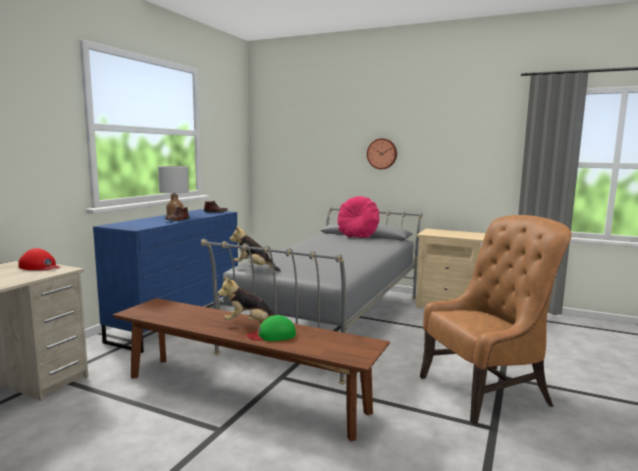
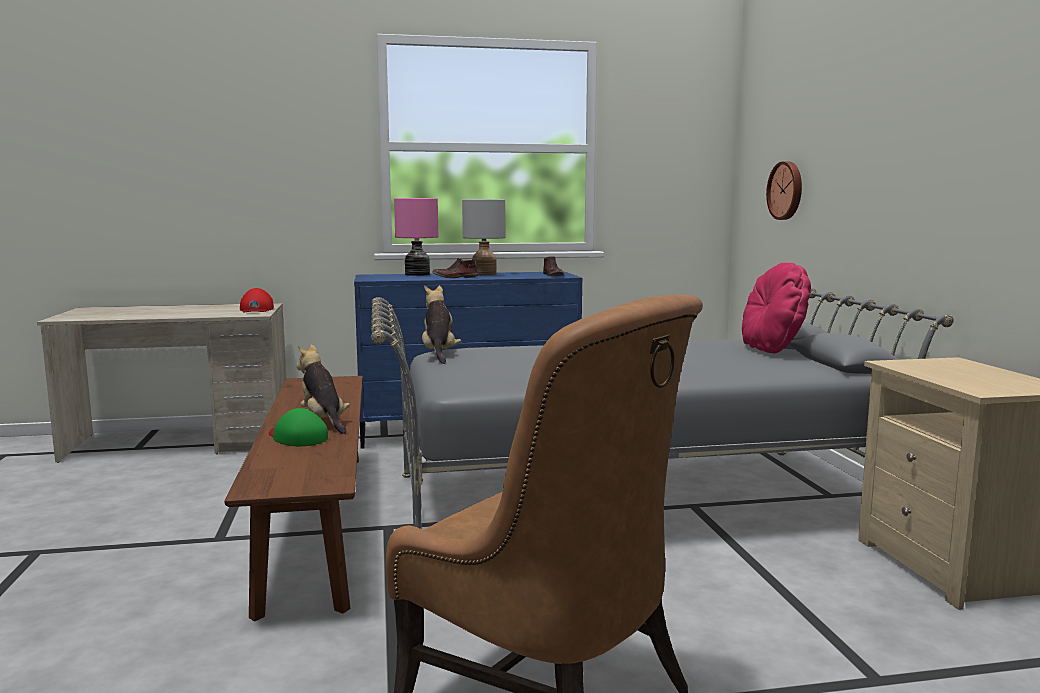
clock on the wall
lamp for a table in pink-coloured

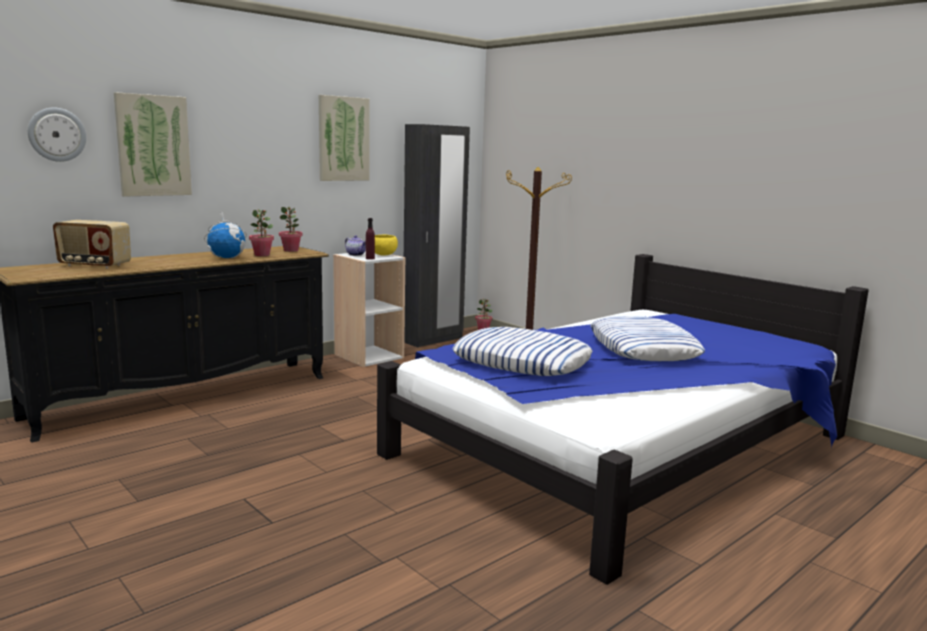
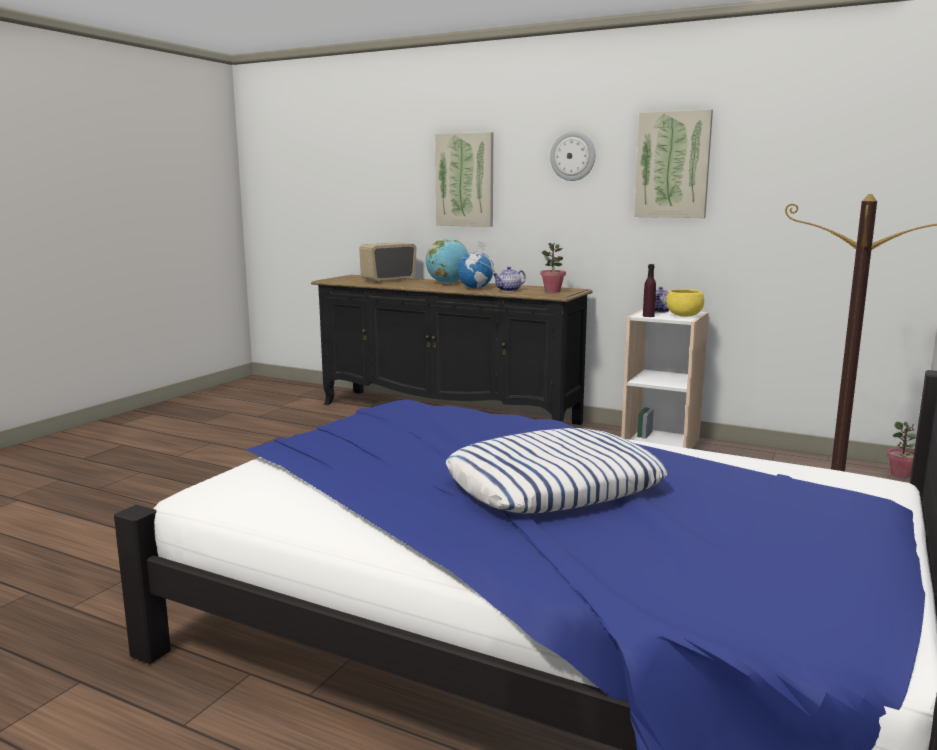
clock on the wall
armoire in blackish
tea pot (no. 1 from left)
radio
cushion (no. 1 from left in the first image)
desk globe (no. 1 from left)

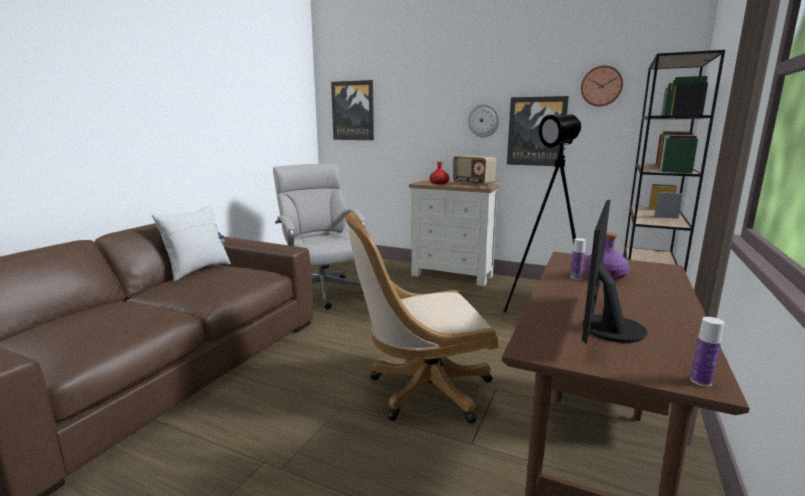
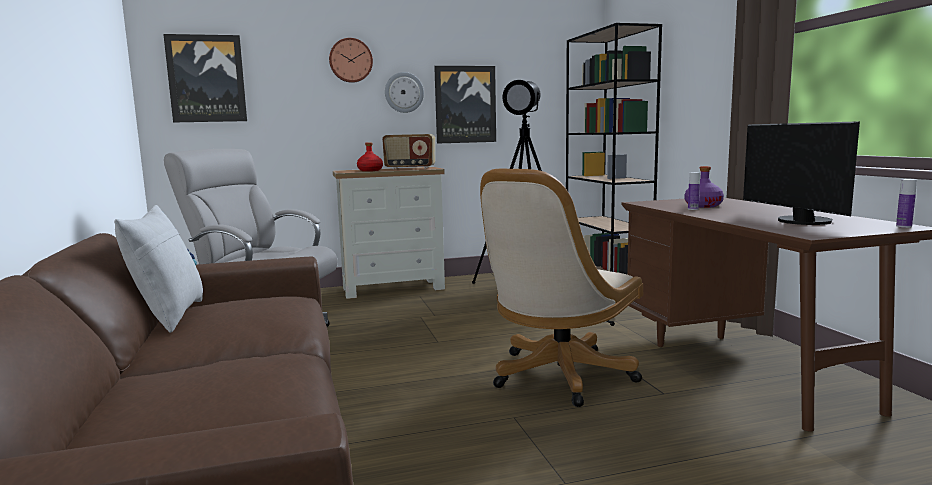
clock on the wall (no. 1 from left)

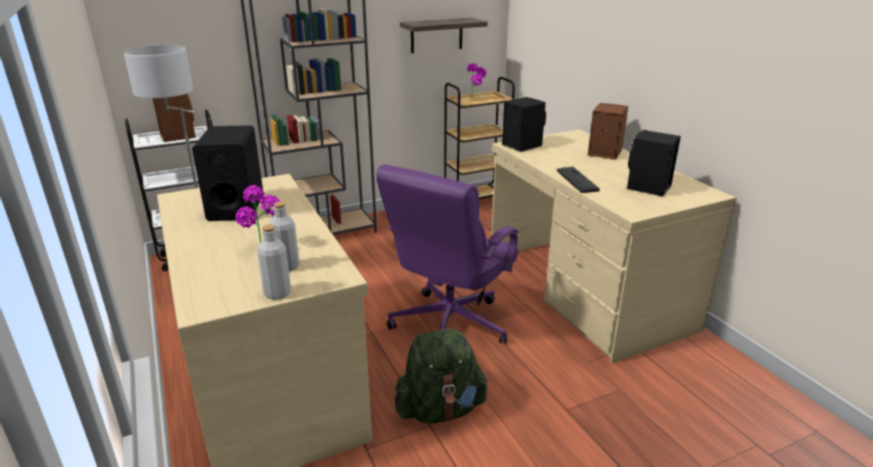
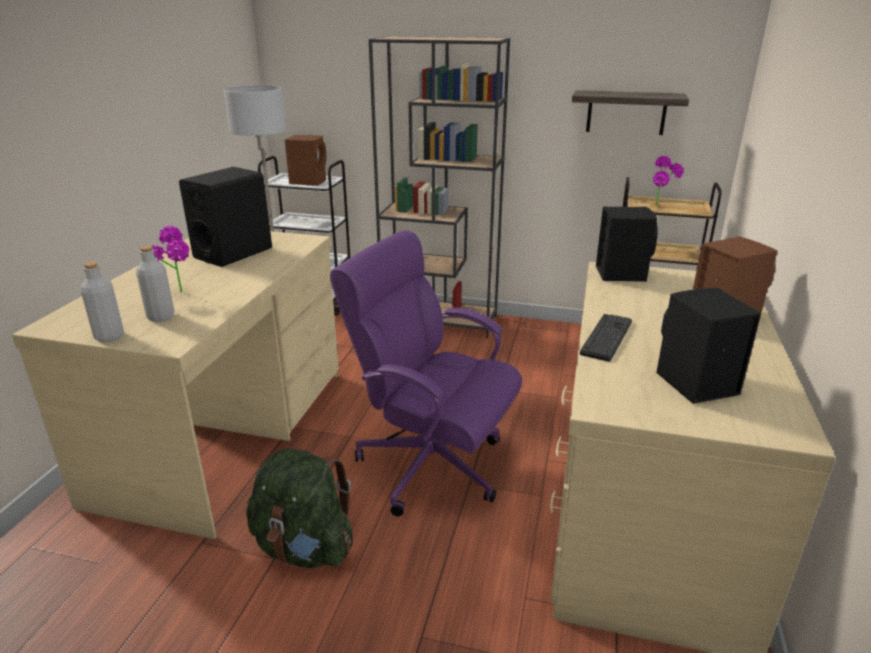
desk chair in purple-coloured

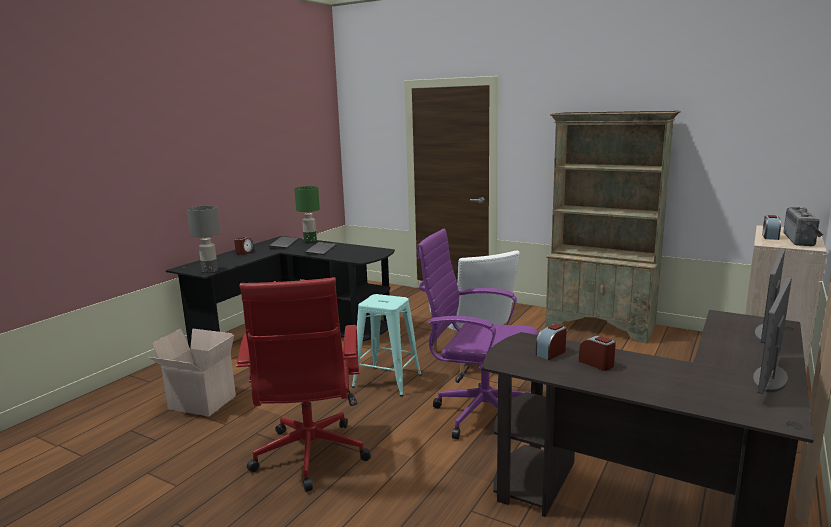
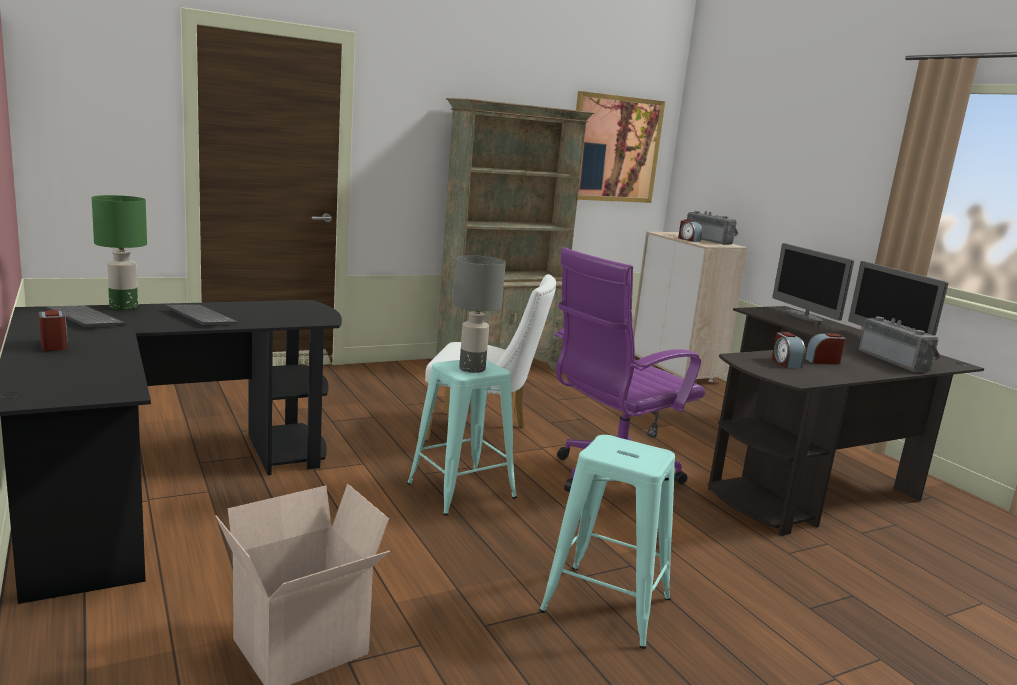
lamp for a table in grey
stool seat in turquoise-coloured (no. 2 from left)
picture
radio (no. 2 from left)

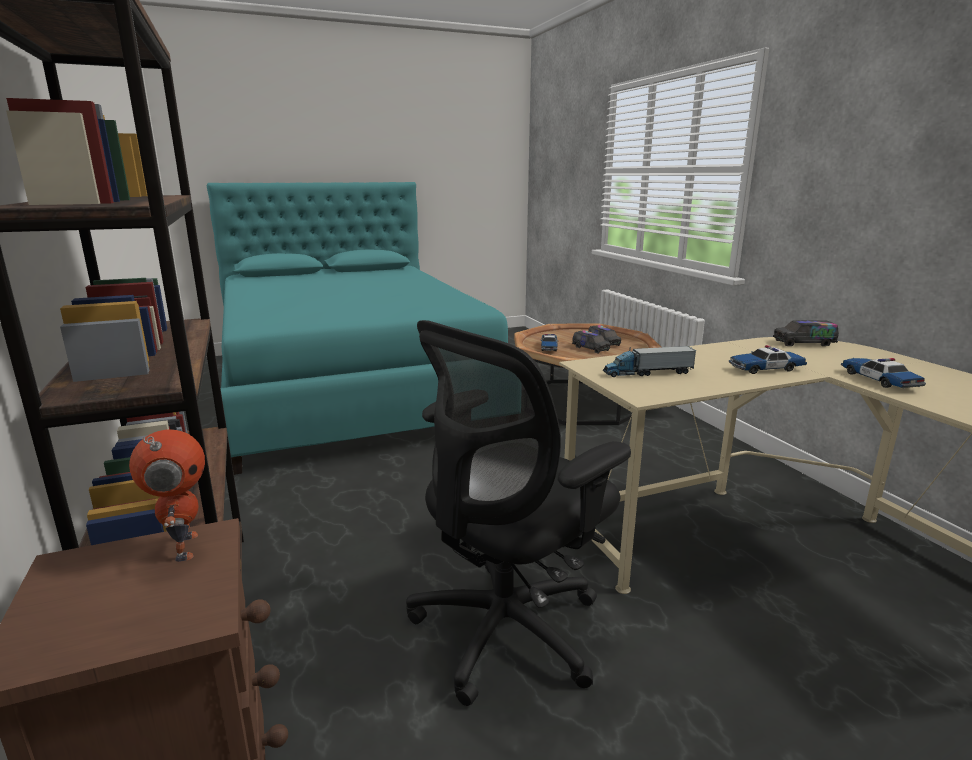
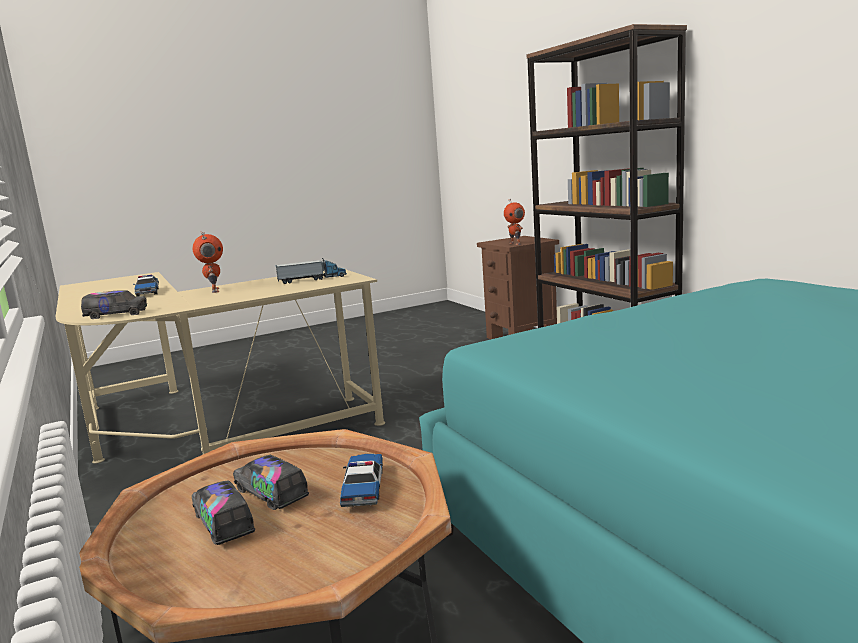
desk chair in blackish
toy robot (no. 1 from left)

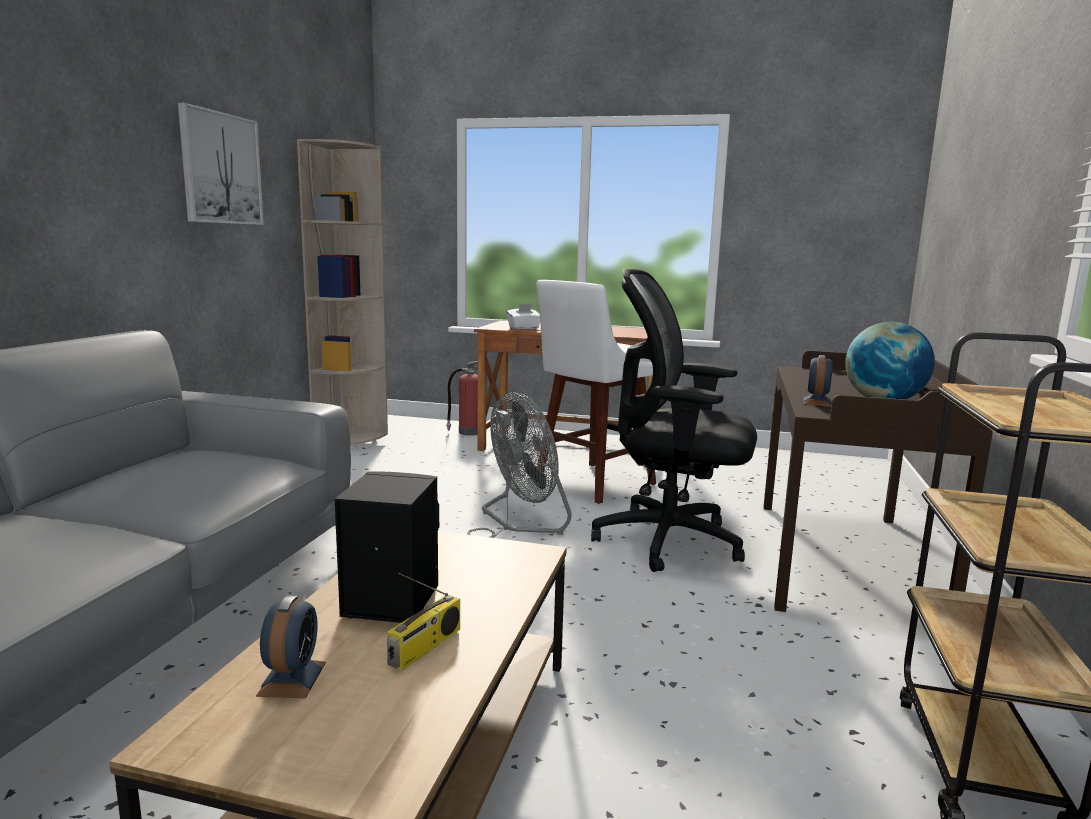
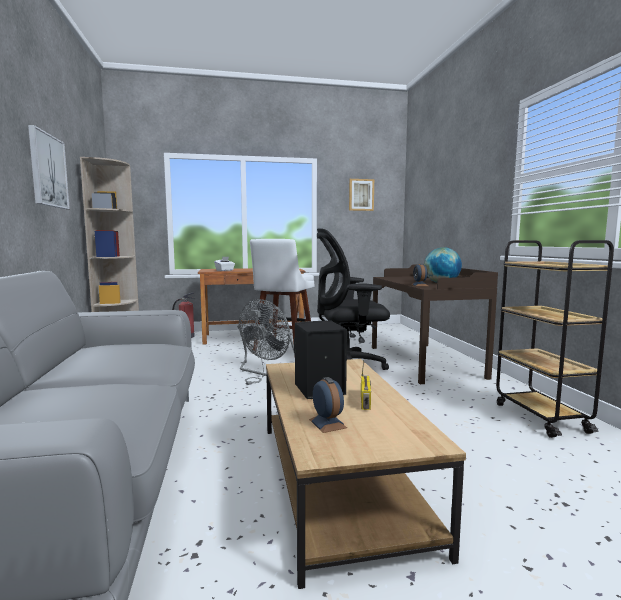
picture (no. 2 from left)

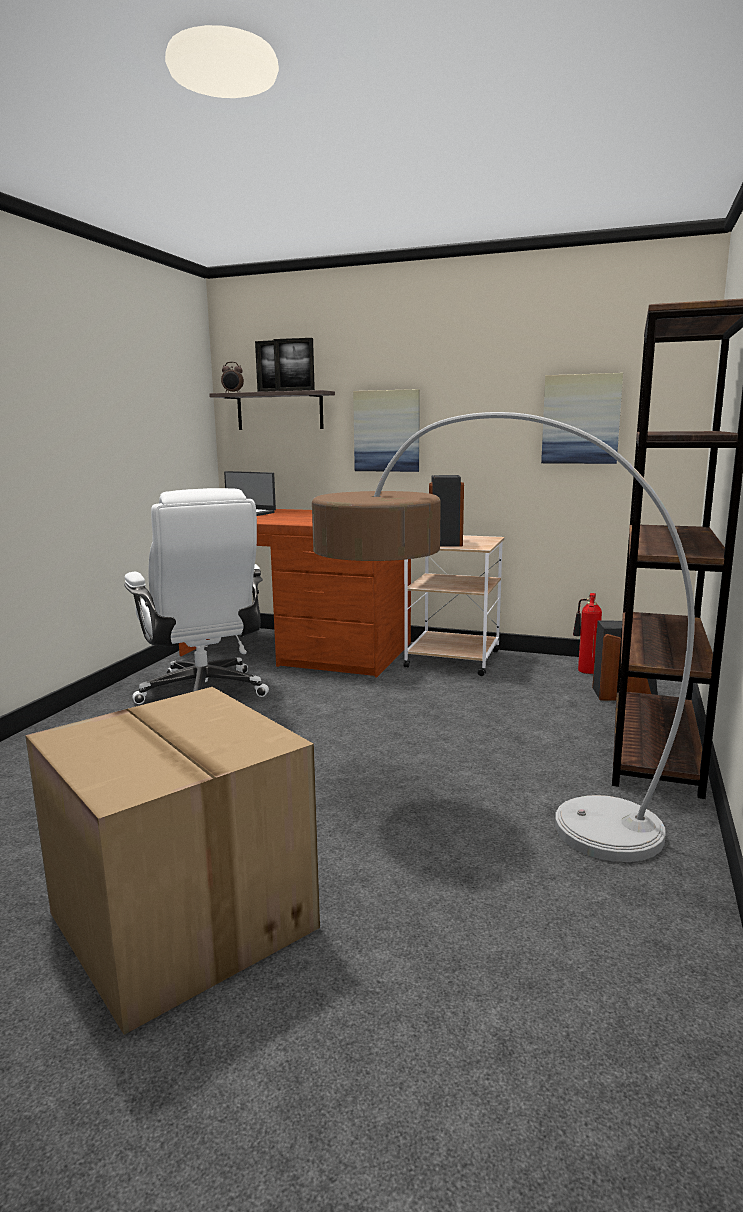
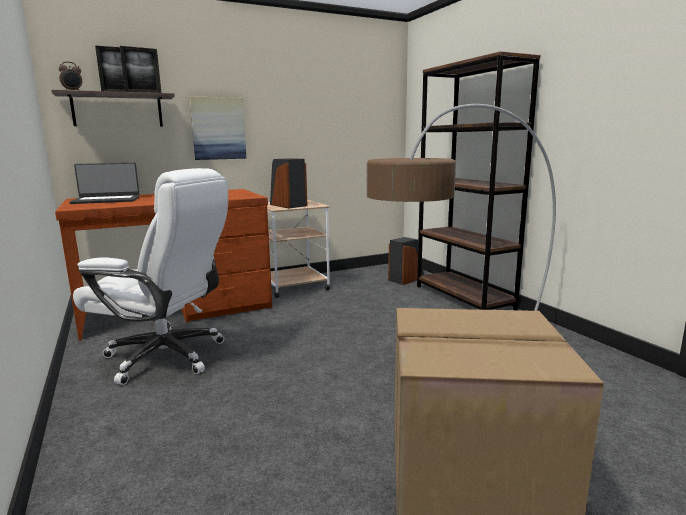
picture (no. 2 from left in the first image)
fire-fighting cylinder

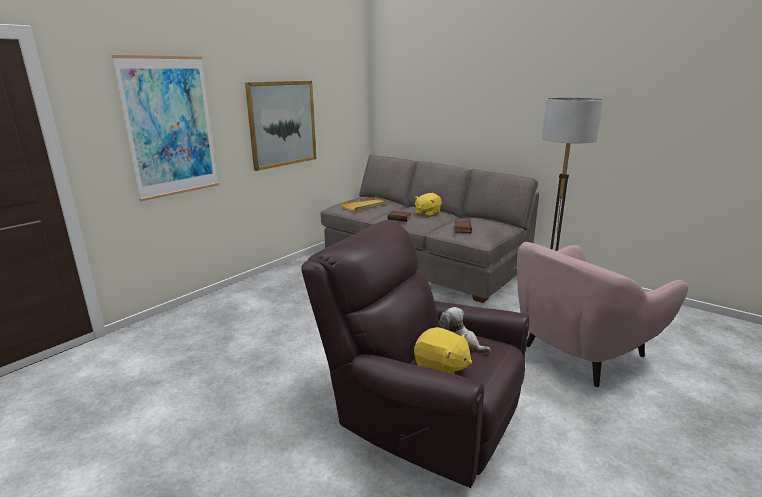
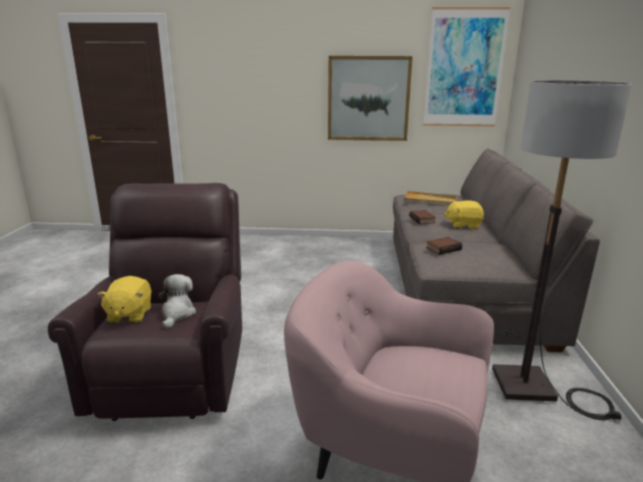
picture (no. 2 from left)

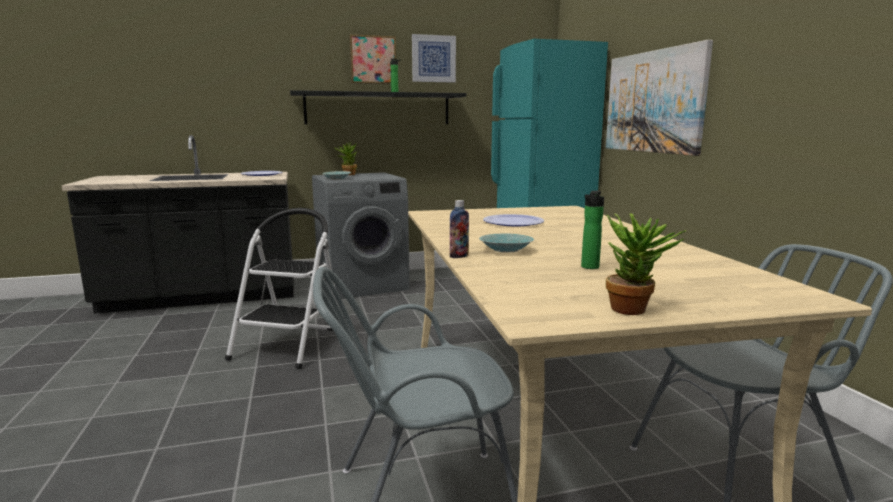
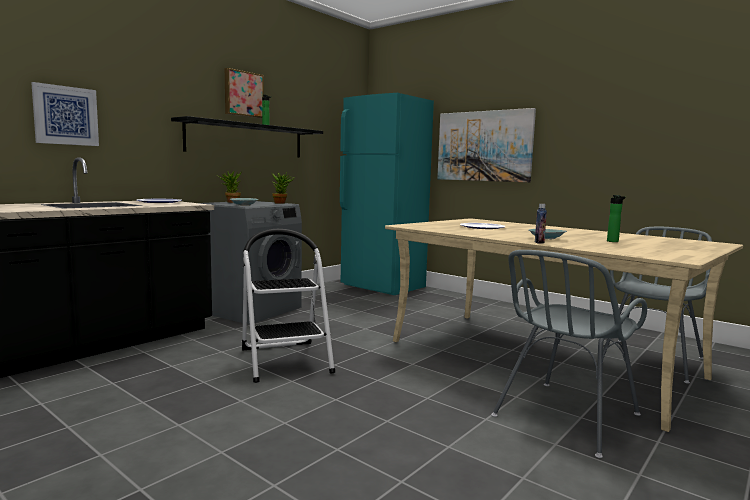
picture (no. 1 from left)
potted plant (no. 2 from left)

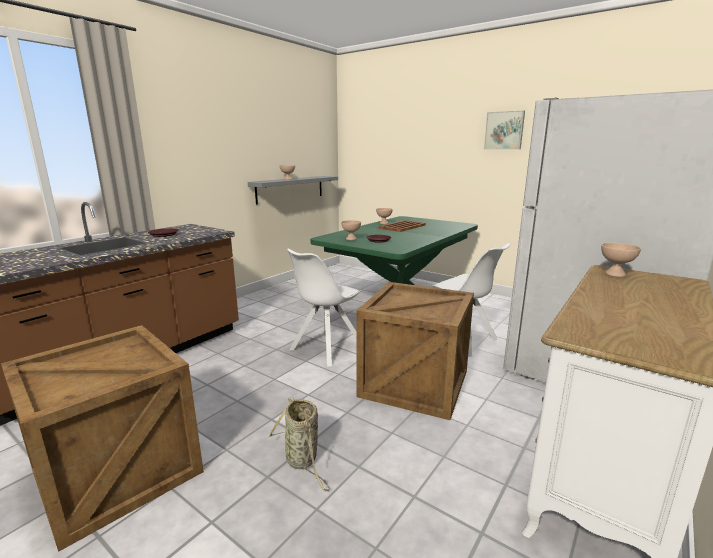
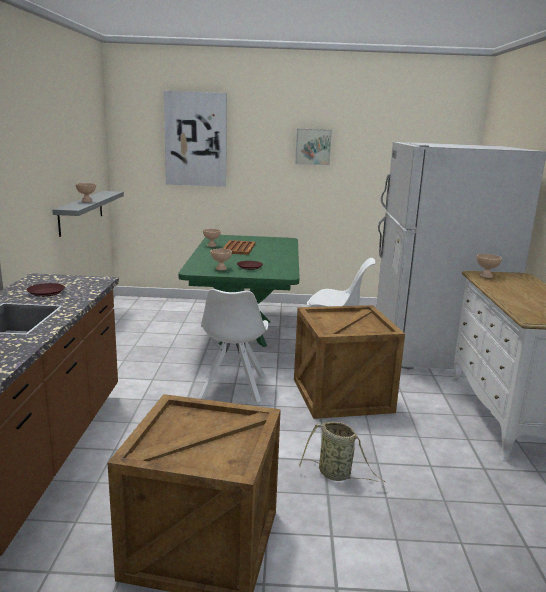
picture (no. 1 from left)

